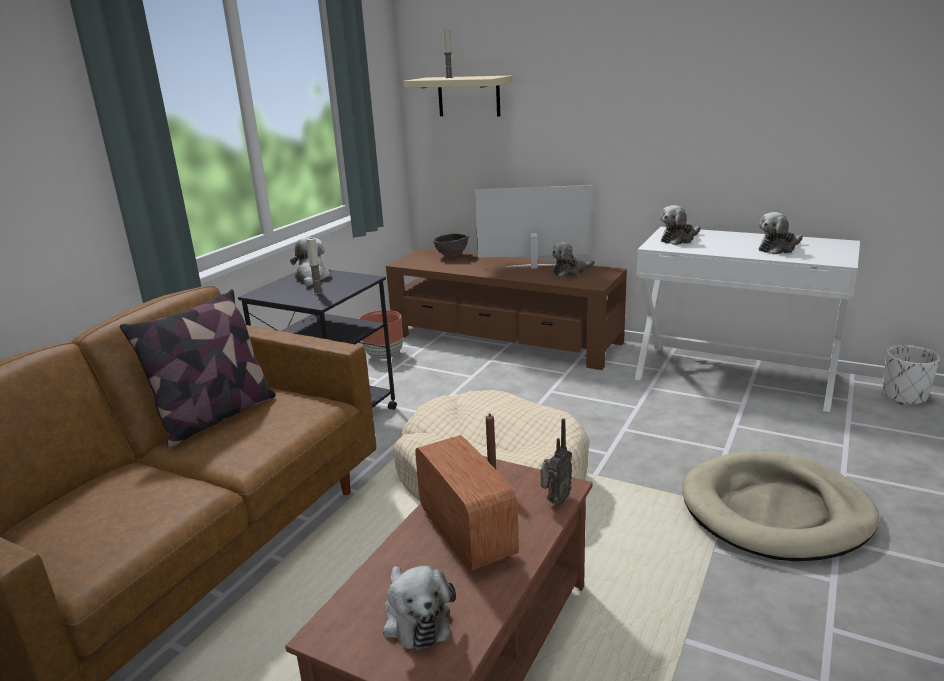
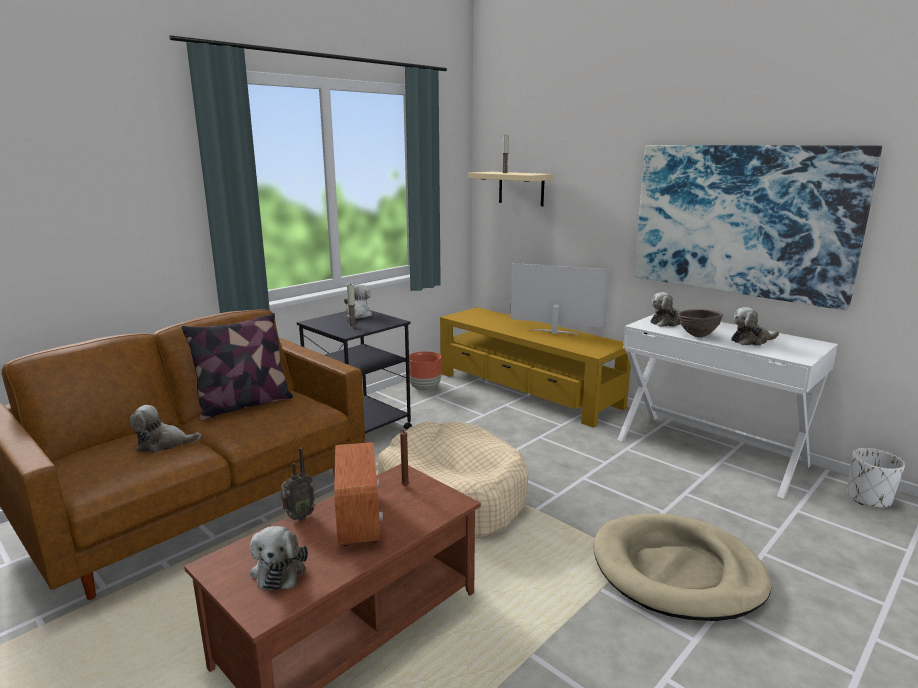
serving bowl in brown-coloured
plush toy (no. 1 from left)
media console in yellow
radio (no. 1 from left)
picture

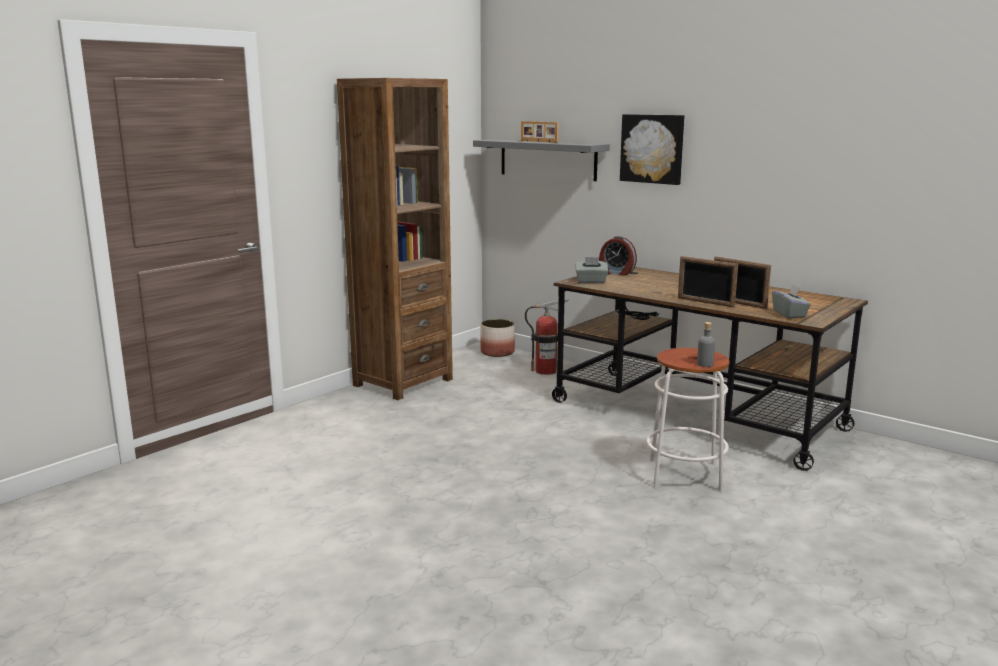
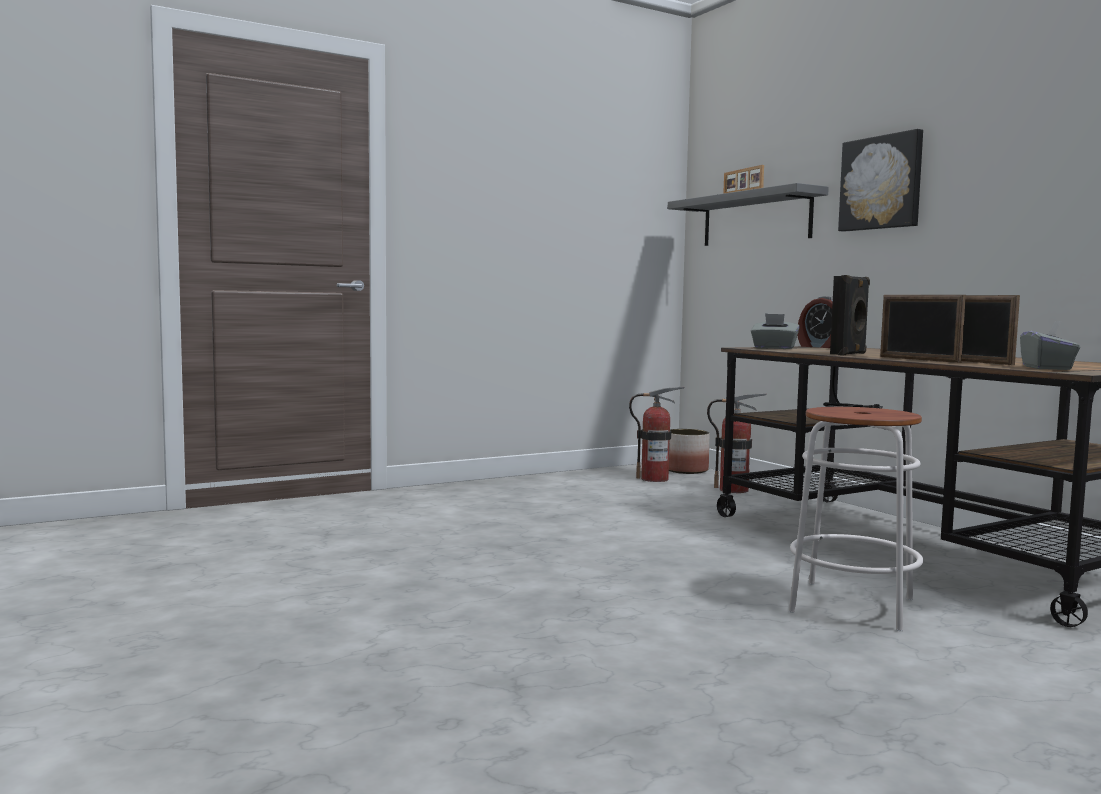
bookshelf in brown-coloured
drink bottle in grey
audio speaker in blackish
fire-fighting cylinder (no. 1 from left)

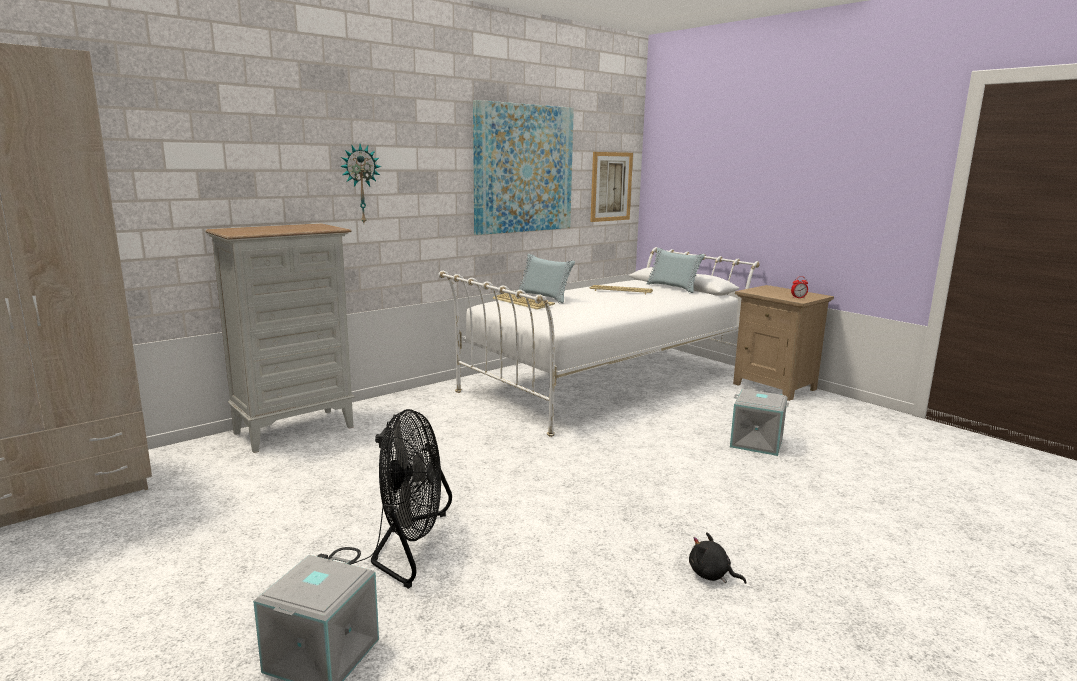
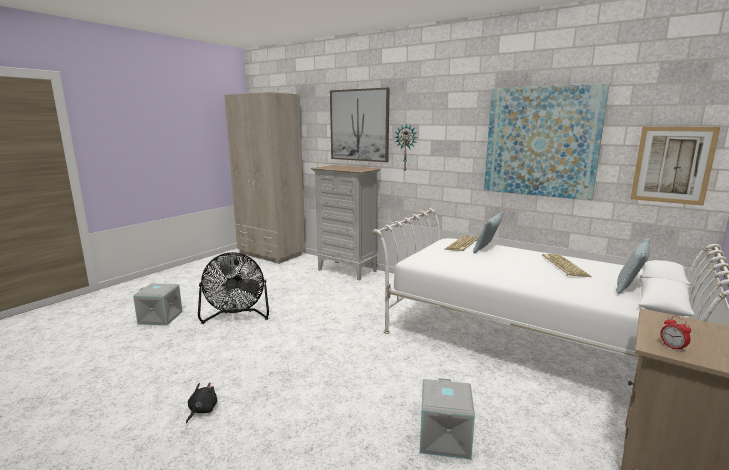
picture (no. 1 from left)

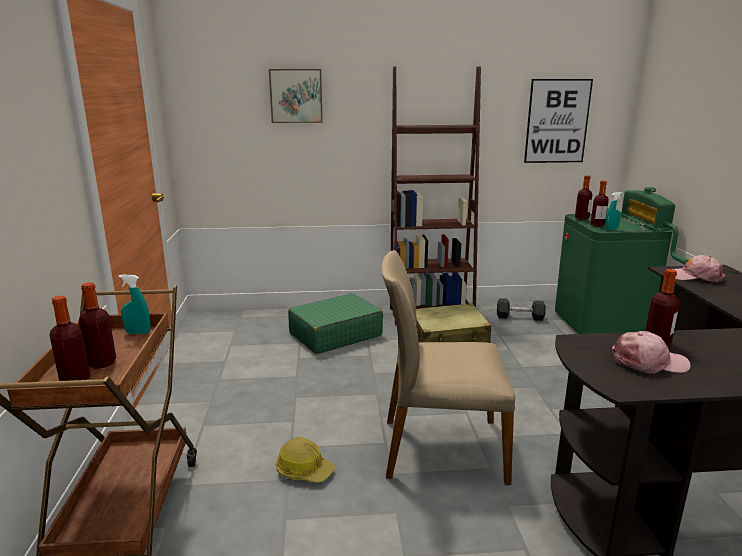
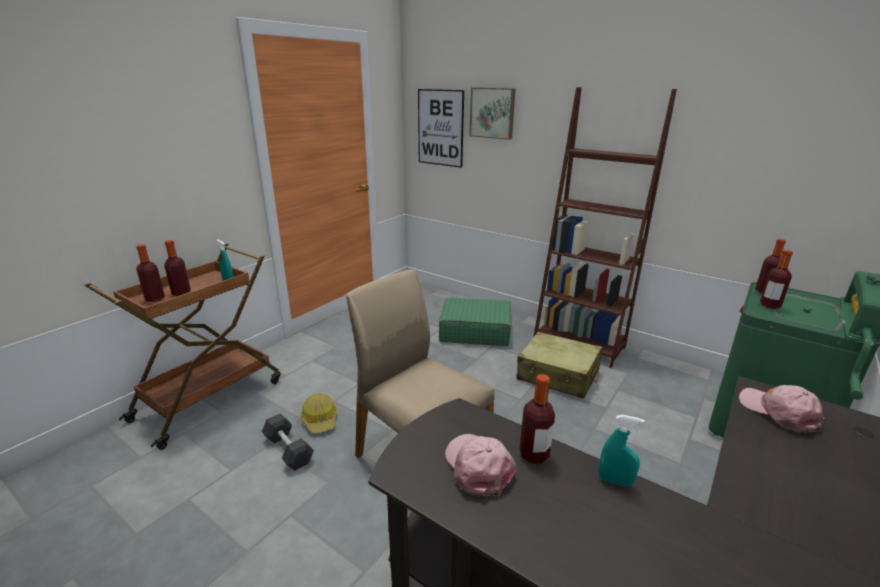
picture (no. 1 from left)
spray bottle in turquoise-coloured (no. 2 from left)
free weight in grey
peaked cap in pink-coloured (no. 1 from left)

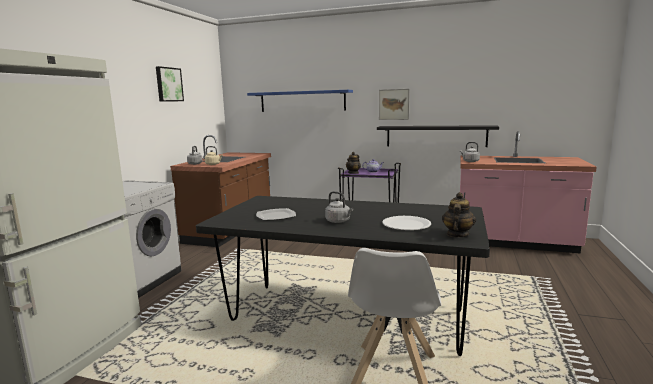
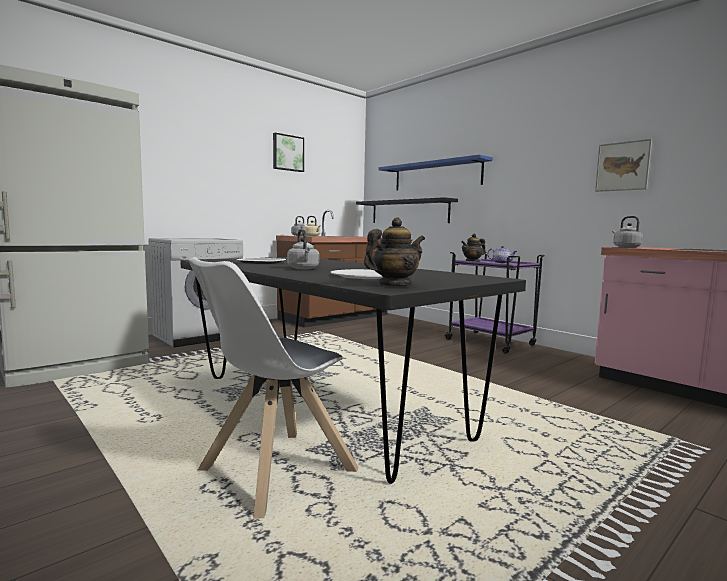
picture (no. 2 from left)
bracket shelf in blackish

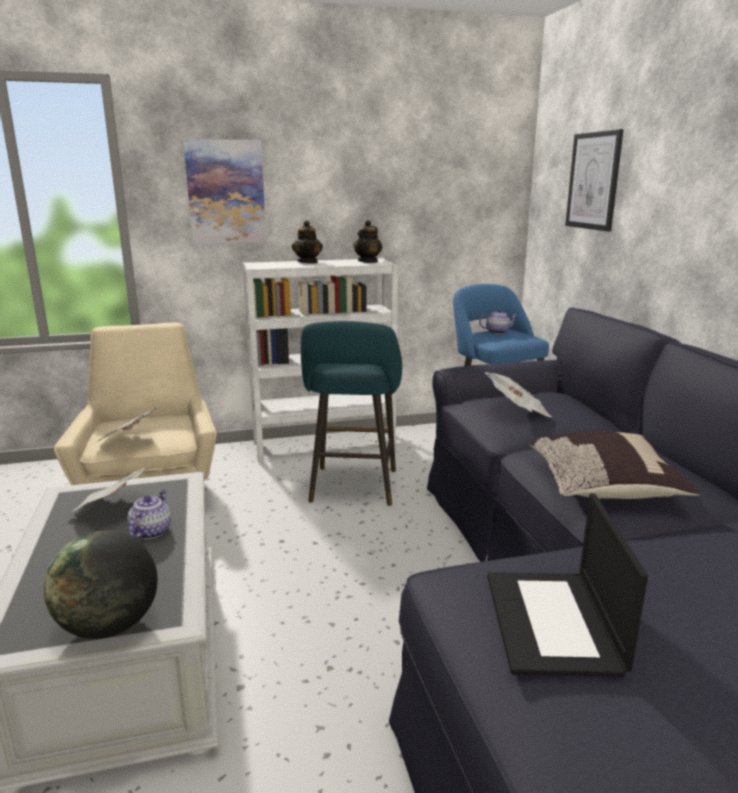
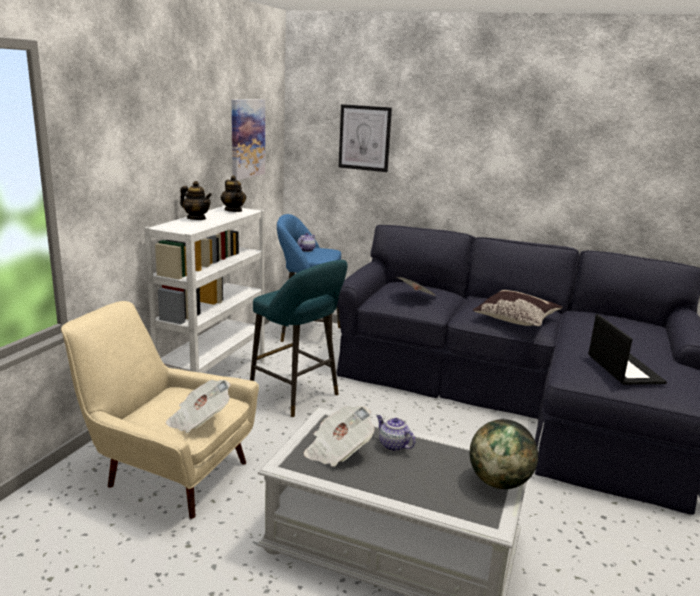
picture (no. 1 from left)
portable computer

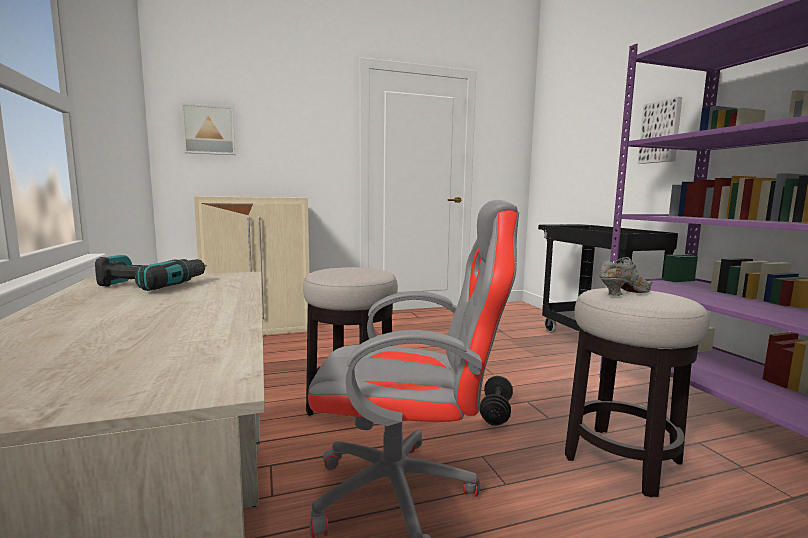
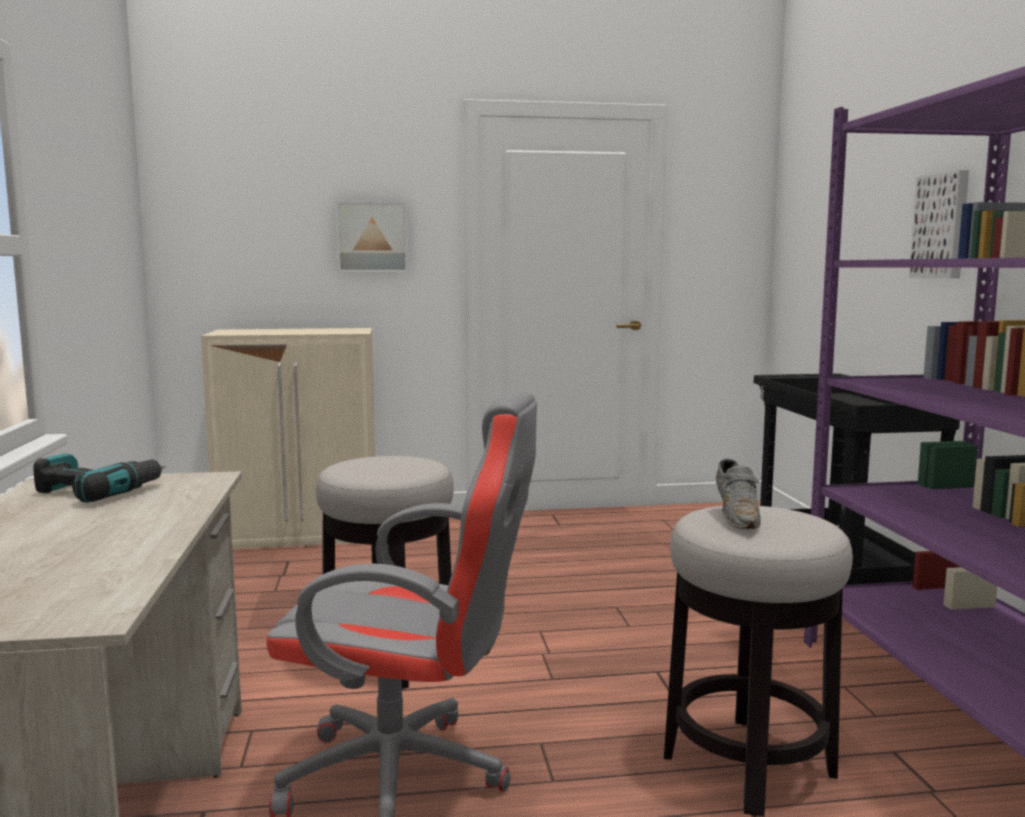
picture (no. 1 from left)
low shoe in grey
free weight in blackish

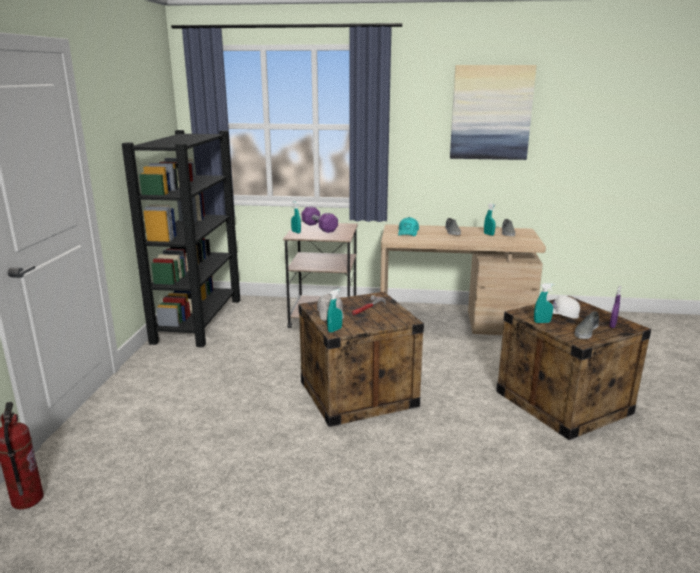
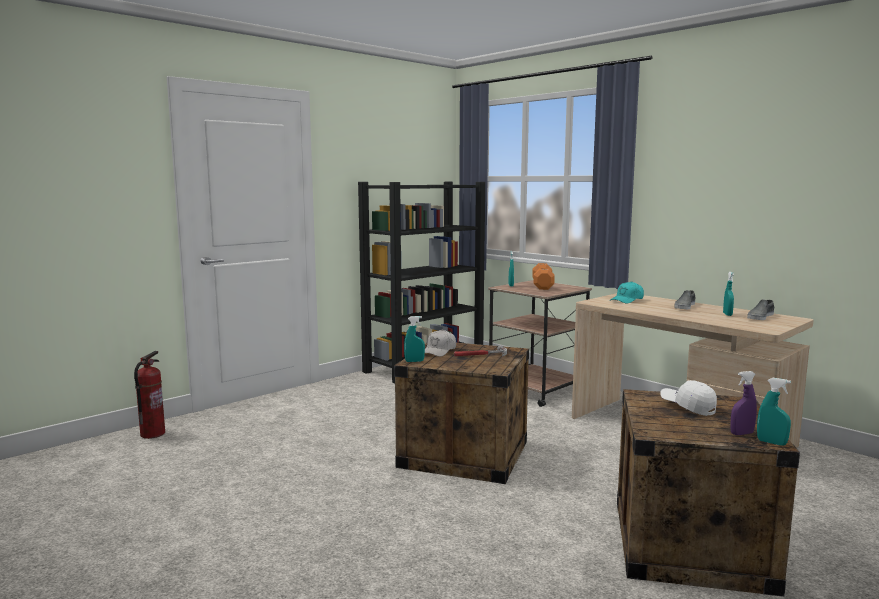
picture
free weight in orangey
spray bottle in turquoise-coloured (no. 4 from left)
low shoe in grey (no. 3 from left in the first image)

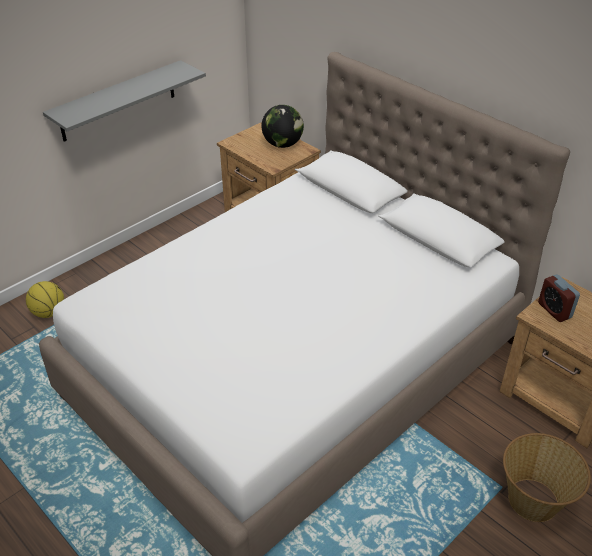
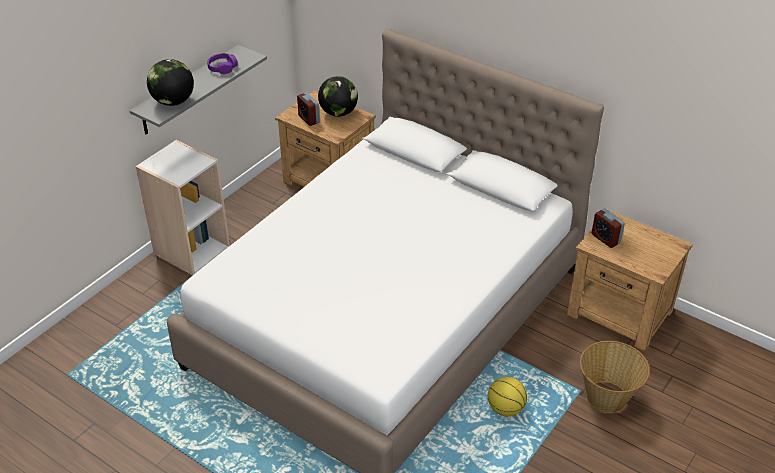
ball for basketball
pair of headphones in purple-coloured
desk globe (no. 1 from left)
bedside clock (no. 1 from left)
bookshelf

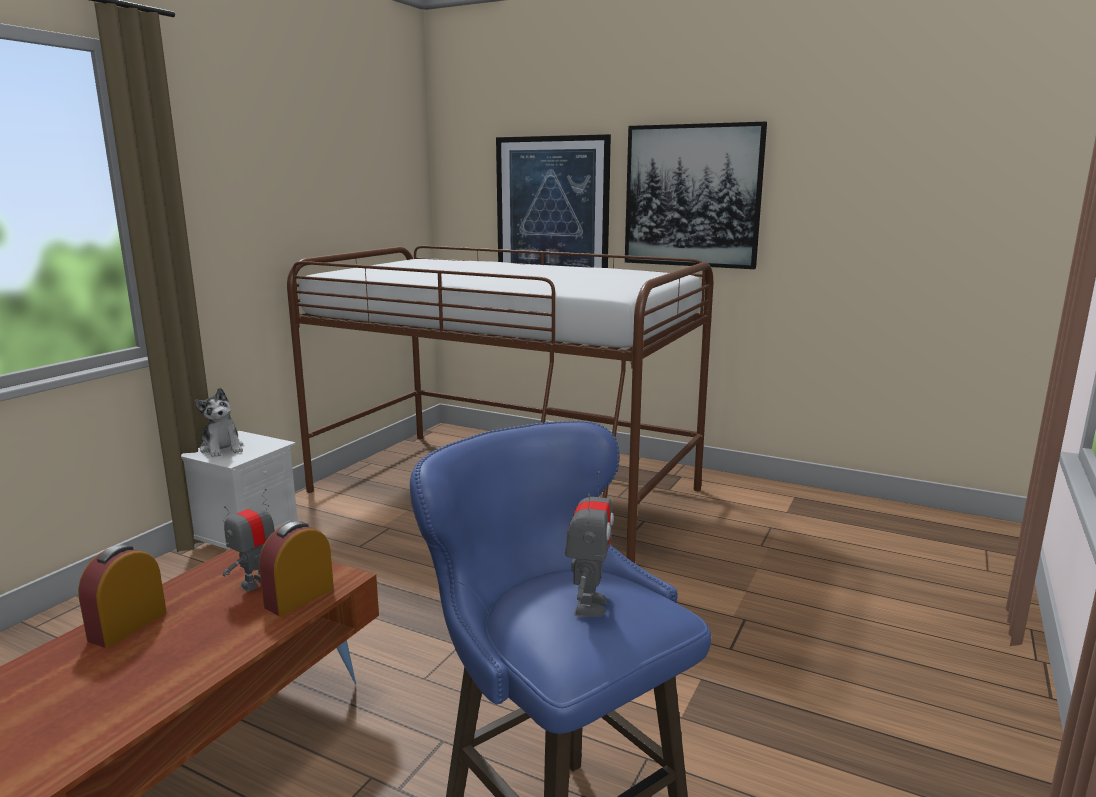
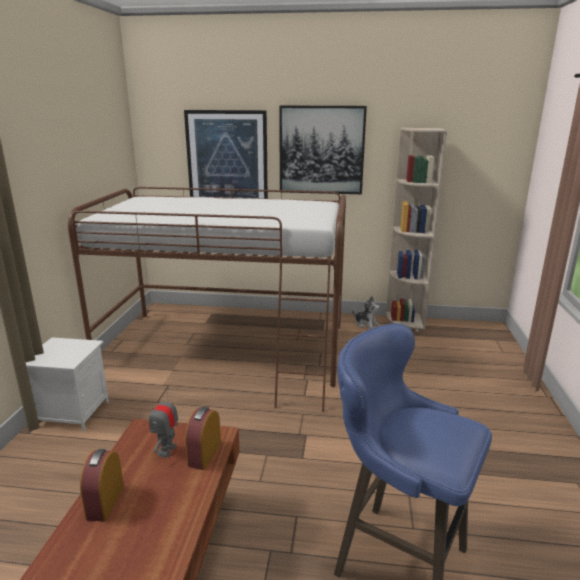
plush toy
toy robot (no. 2 from left in the first image)
bookshelf in beige

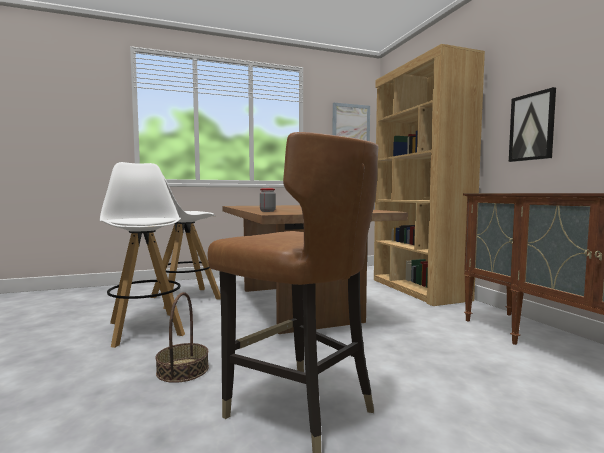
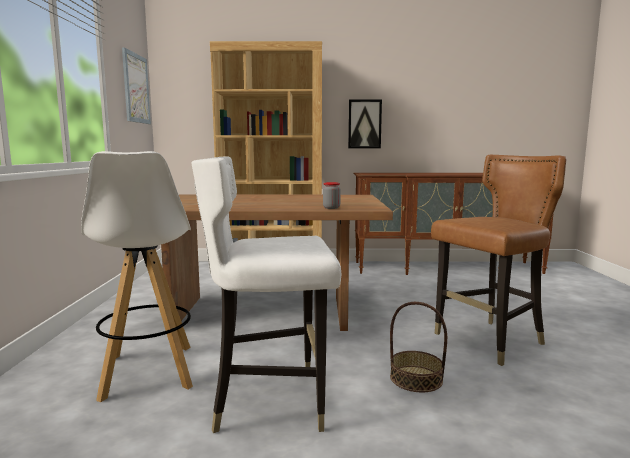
chair in white

